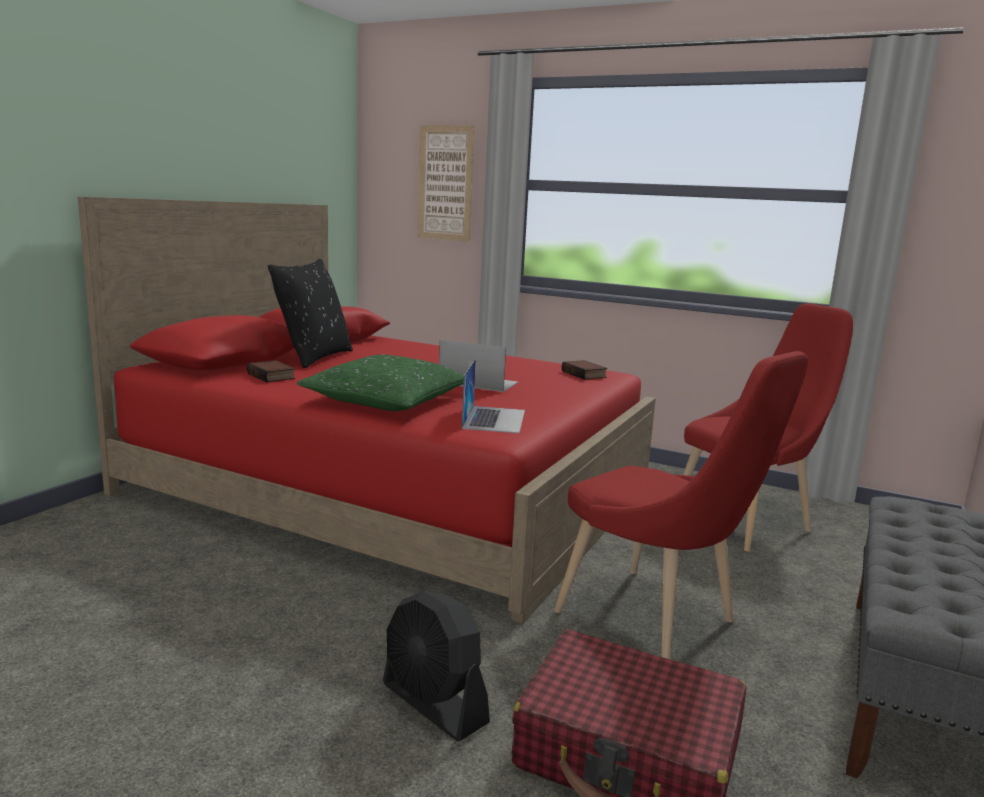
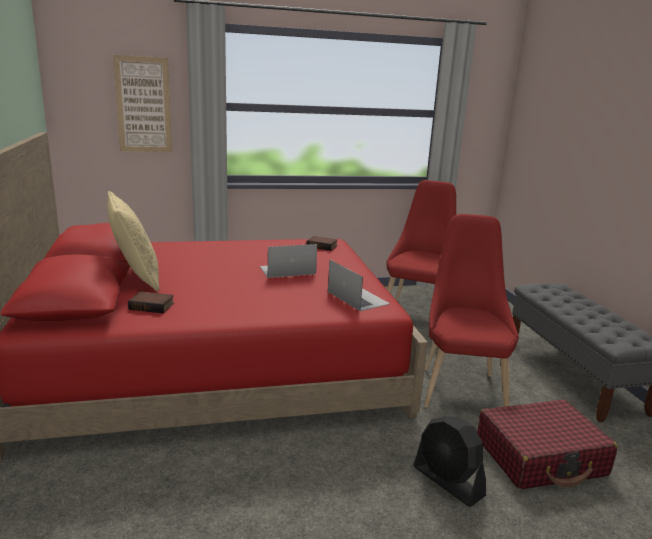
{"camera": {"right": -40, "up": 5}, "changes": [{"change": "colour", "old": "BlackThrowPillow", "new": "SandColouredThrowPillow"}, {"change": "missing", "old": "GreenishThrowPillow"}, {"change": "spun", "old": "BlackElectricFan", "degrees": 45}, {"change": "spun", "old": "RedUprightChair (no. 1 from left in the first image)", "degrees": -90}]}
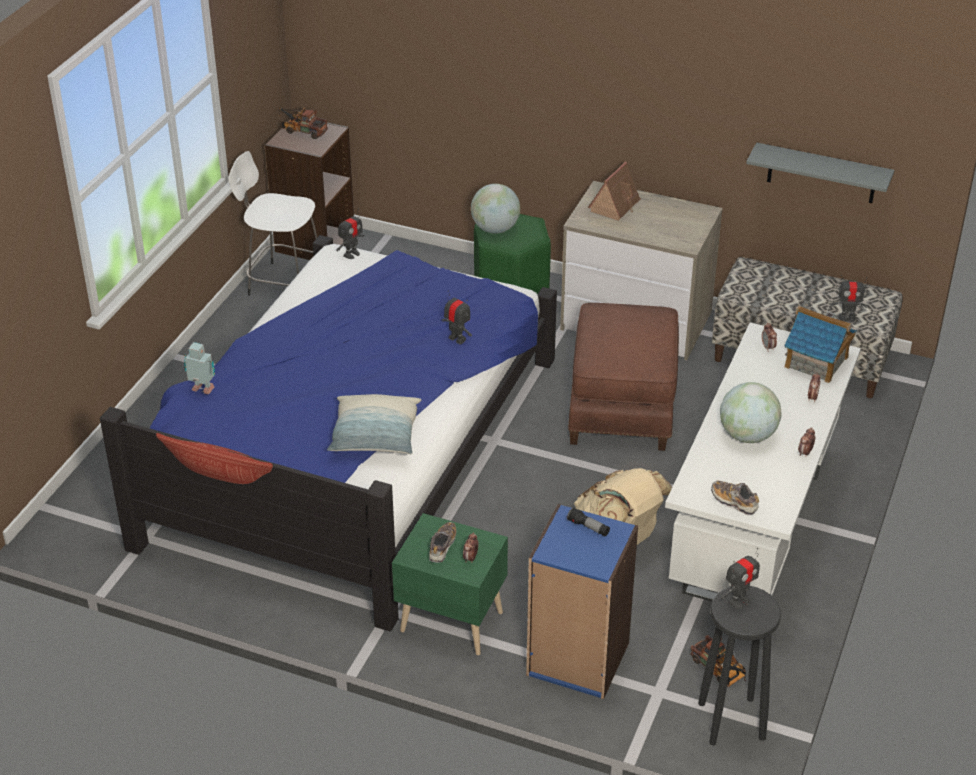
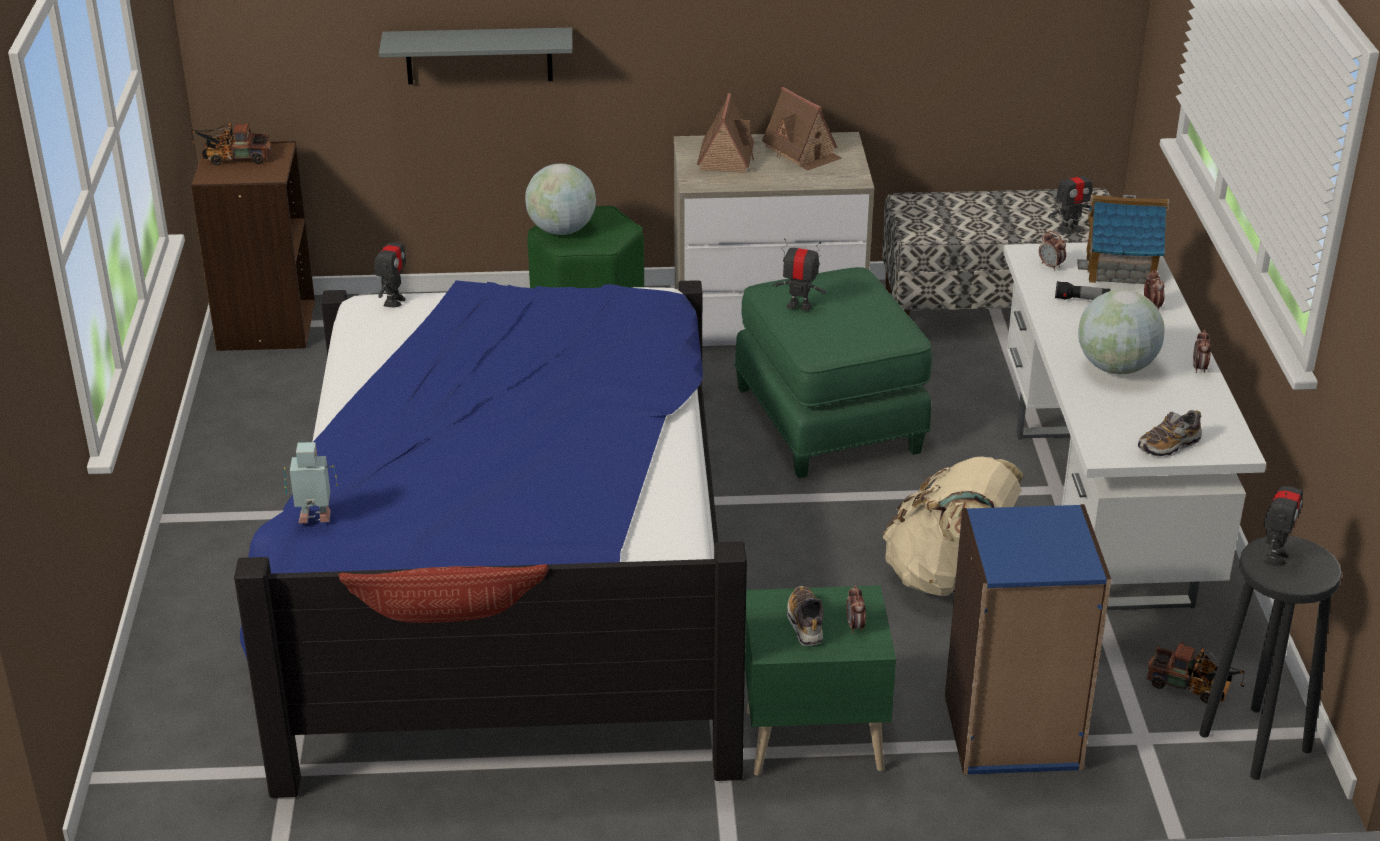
{"camera": {"right": -25, "up": -5}, "changes": [{"change": "missing", "old": "WhitishStool"}, {"change": "missing", "old": "ThrowPillow (no. 2 from left)"}, {"change": "relocated", "old": "ModelRobot (no. 3 from left)"}, {"change": "relocated", "old": "Flashlight"}, {"change": "colour", "old": "BrownOttoman", "new": "GreenishOttoman"}, {"change": "spun", "old": "ItemOfFootwear (no. 2 from left)", "degrees": -45}, {"change": "relocated", "old": "GreyShelf"}, {"change": "appeared", "new": "MiniatureHouse (no. 2 from left)"}]}
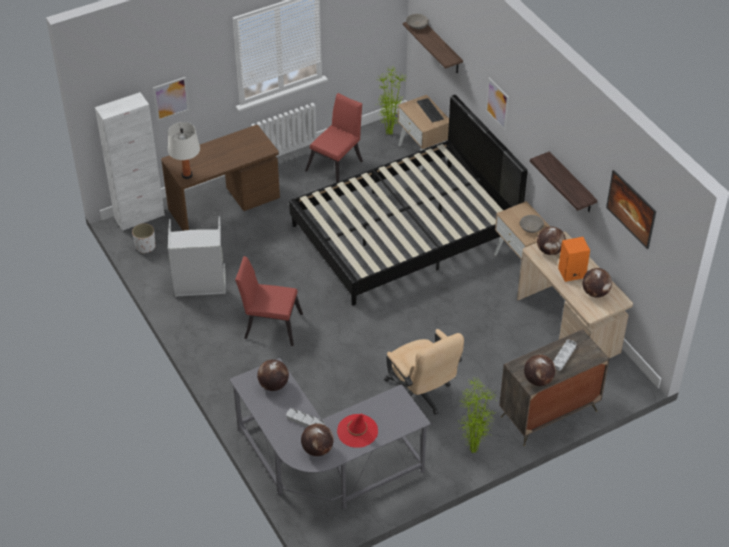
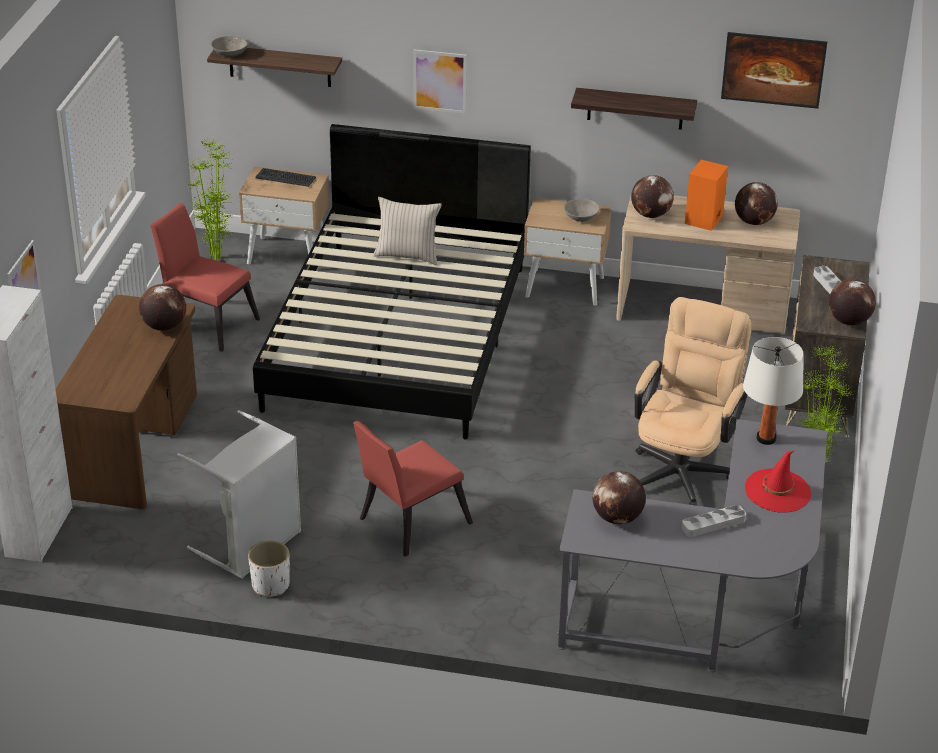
{"camera": {"right": -50, "up": -10}, "changes": [{"change": "relocated", "old": "WhitishPlanter"}, {"change": "relocated", "old": "WhitishLampForATable"}, {"change": "relocated", "old": "WorldGlobe (no. 2 from left in the first image)", "new": "WorldGlobe (no. 1 from left)"}, {"change": "spun", "old": "RedUprightChair (no. 2 from left in the first image)", "degrees": -45}, {"change": "spun", "old": "SandColouredComputerChair", "degrees": -75}, {"change": "appeared", "new": "SandColouredThrowPillow"}]}
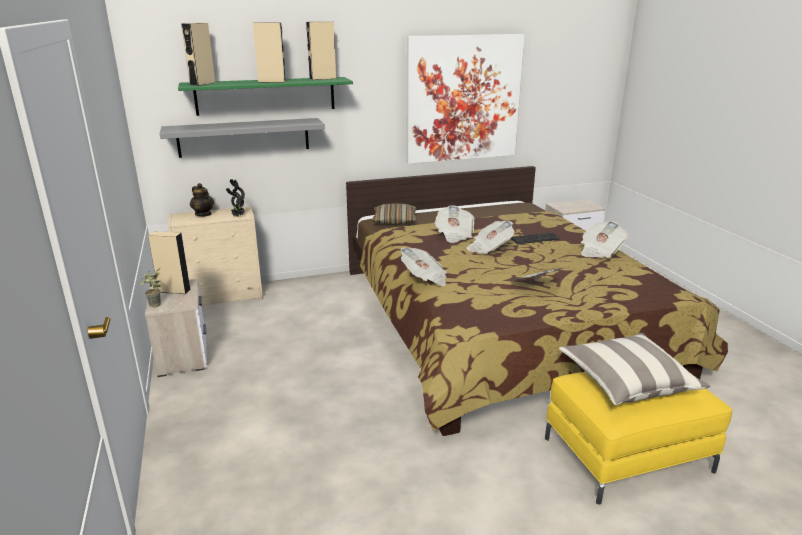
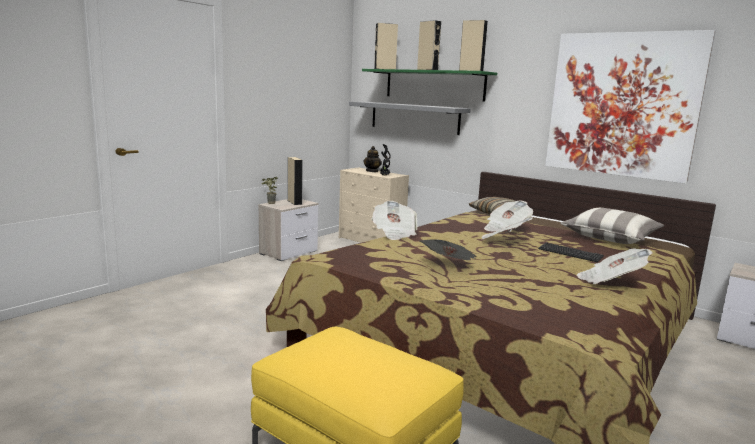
{"camera": {"right": 55, "up": -10}, "changes": [{"change": "relocated", "old": "ThrowPillow (no. 2 from left)"}]}
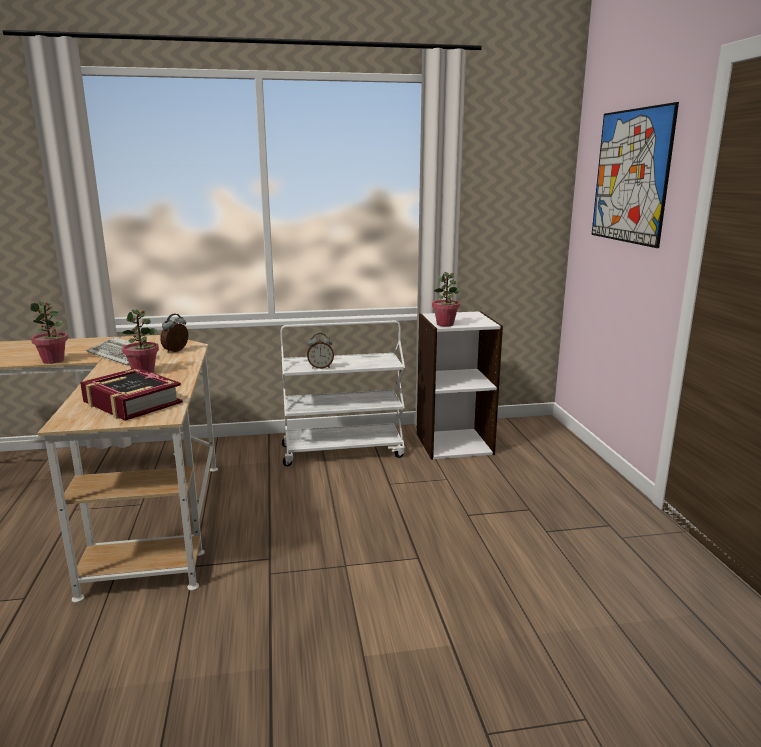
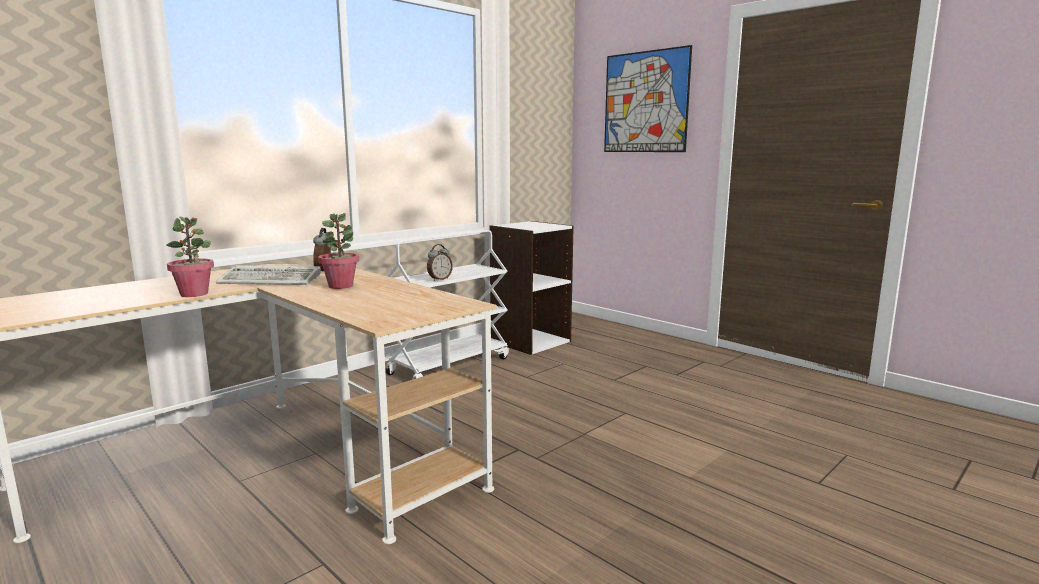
{"camera": {"right": -35, "up": -5}, "changes": [{"change": "missing", "old": "BoundBook"}, {"change": "missing", "old": "PottedPlant (no. 3 from left)"}]}
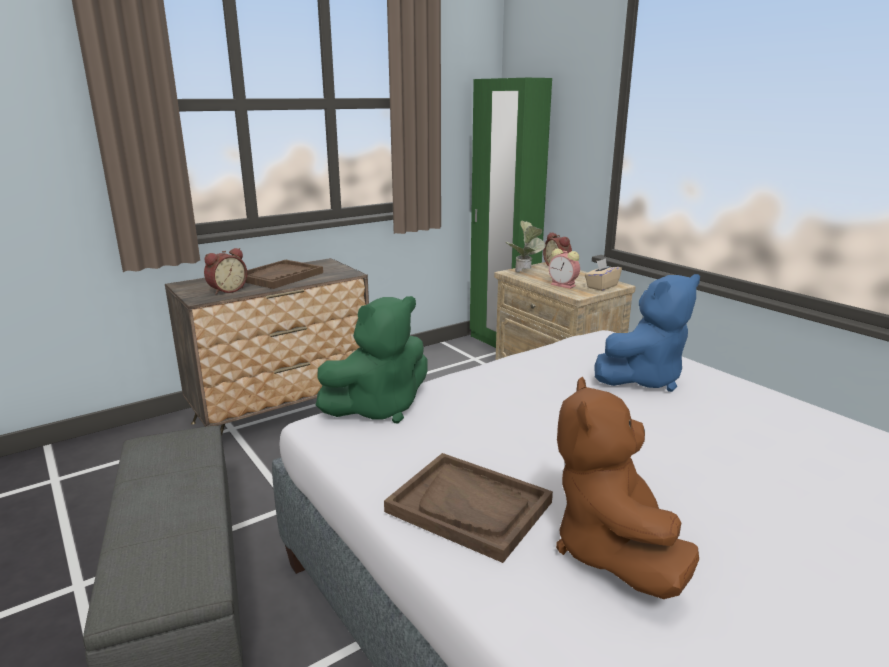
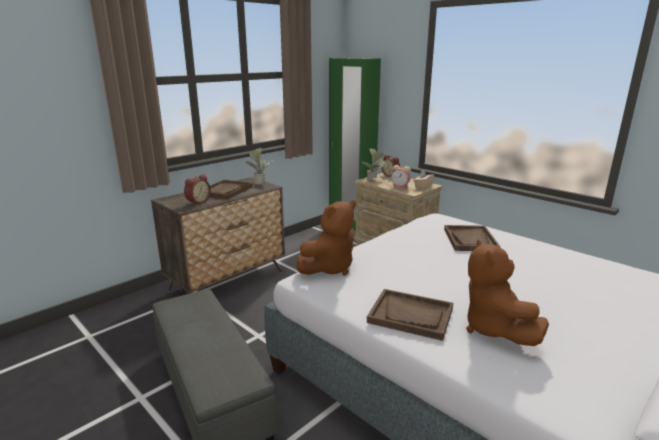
{"camera": {"right": -10, "up": 0}, "changes": [{"change": "colour", "old": "GreenishCuddlyToy", "new": "BrownCuddlyToy (no. 1 from left)"}, {"change": "exchanged", "old": "BlueColouredCuddlyToy", "new": "BrownCarryingTray (no. 3 from left)"}, {"change": "appeared", "new": "PottedPlant (no. 1 from left)"}]}
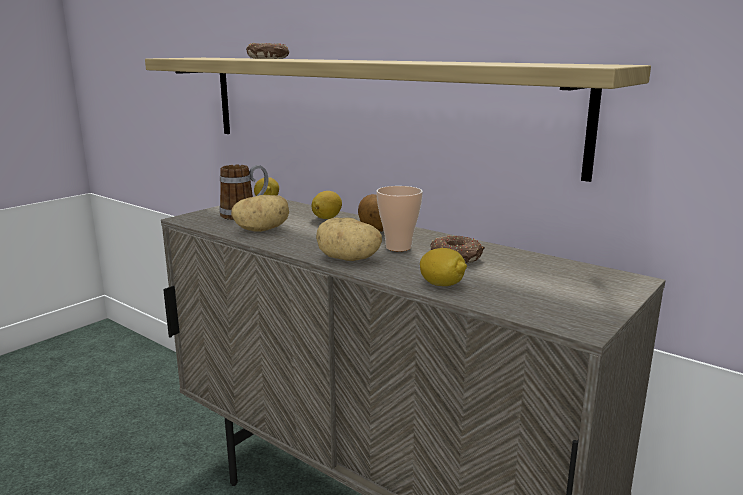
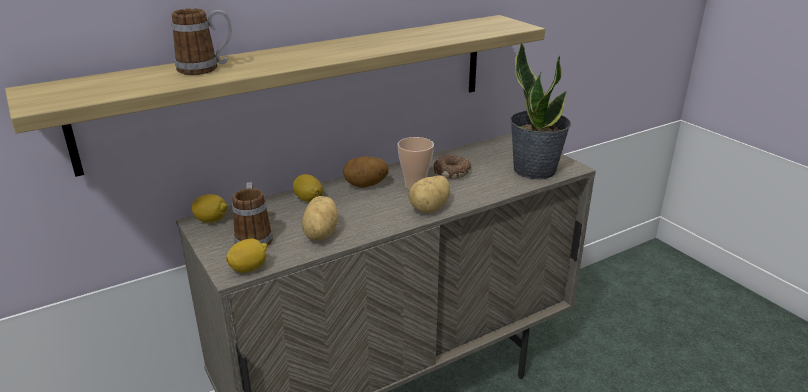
{"camera": {"right": -70, "up": 10}, "changes": [{"change": "exchanged", "old": "Donut (no. 1 from left)", "new": "CoffeeMug (no. 1 from left)"}, {"change": "relocated", "old": "Lemon (no. 3 from left in the first image)", "new": "Lemon (no. 2 from left)"}, {"change": "appeared", "new": "PottedPlant"}]}
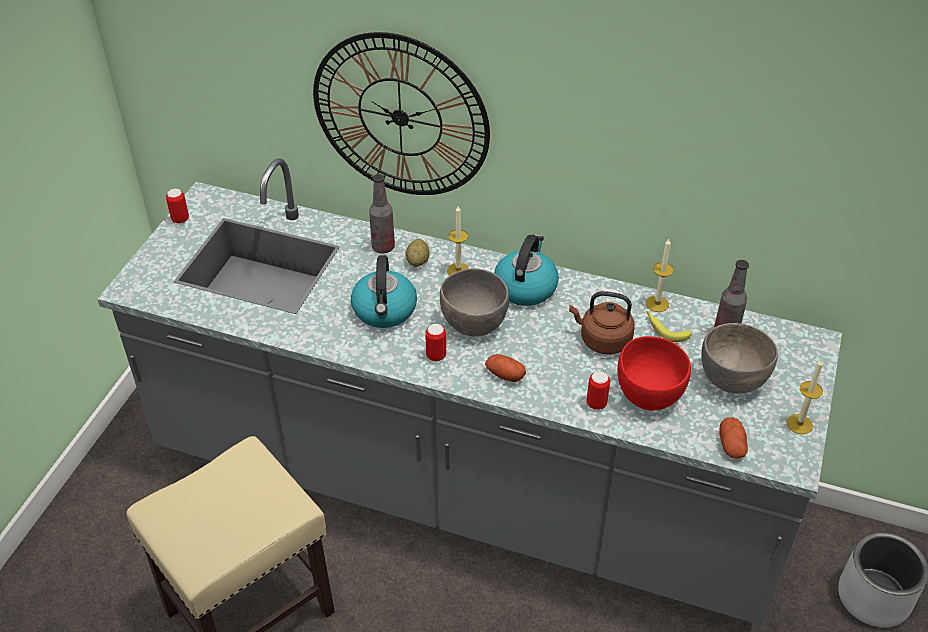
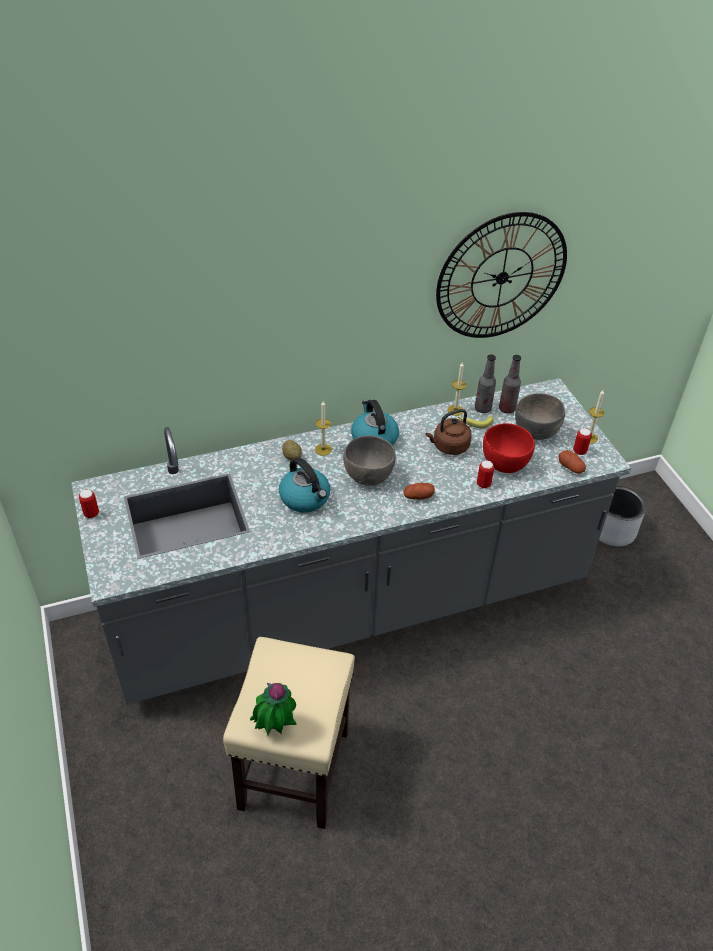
{"camera": {"right": -40, "up": 0}, "changes": [{"change": "relocated", "old": "ClockOnTheWall"}, {"change": "relocated", "old": "Bottle (no. 1 from left)"}, {"change": "relocated", "old": "Can (no. 2 from left in the first image)", "new": "Can (no. 3 from left)"}, {"change": "appeared", "new": "PottedPlant"}]}
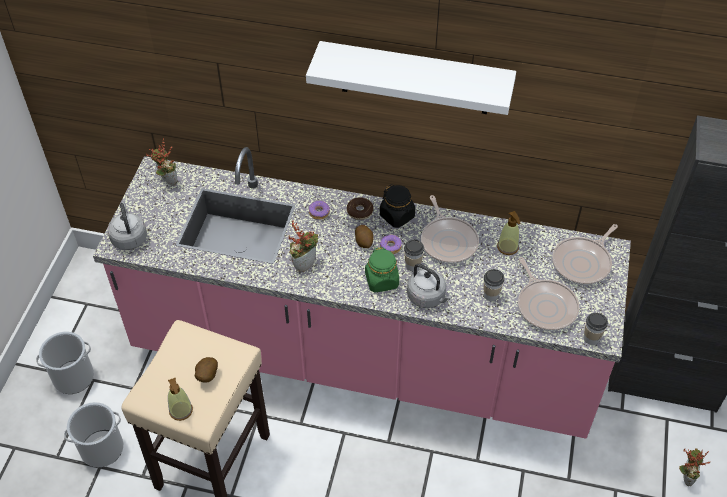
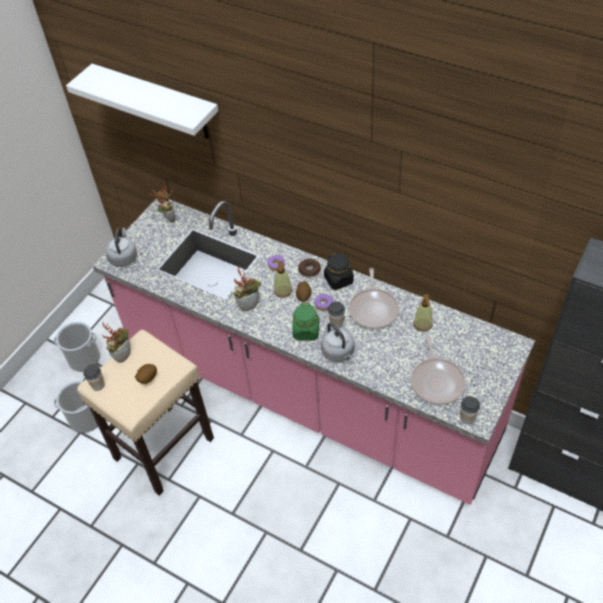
{"camera": {"right": 20, "up": 0}, "changes": [{"change": "relocated", "old": "SoapBottle (no. 1 from left)"}, {"change": "relocated", "old": "WhitishShelf"}, {"change": "relocated", "old": "Cup (no. 2 from left in the first image)", "new": "Cup (no. 1 from left)"}, {"change": "missing", "old": "Pan (no. 3 from left)"}, {"change": "relocated", "old": "PottedPlant (no. 3 from left in the first image)", "new": "PottedPlant (no. 1 from left)"}]}
